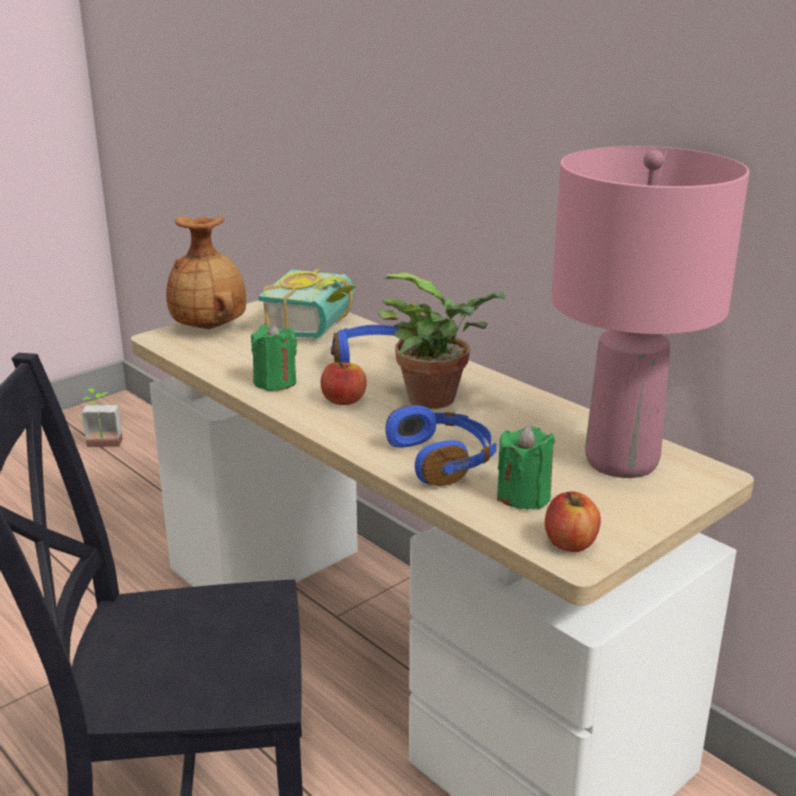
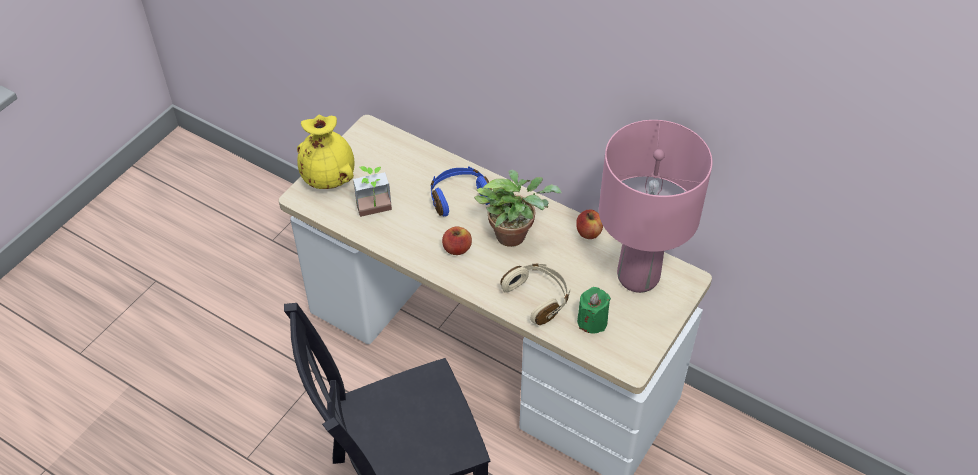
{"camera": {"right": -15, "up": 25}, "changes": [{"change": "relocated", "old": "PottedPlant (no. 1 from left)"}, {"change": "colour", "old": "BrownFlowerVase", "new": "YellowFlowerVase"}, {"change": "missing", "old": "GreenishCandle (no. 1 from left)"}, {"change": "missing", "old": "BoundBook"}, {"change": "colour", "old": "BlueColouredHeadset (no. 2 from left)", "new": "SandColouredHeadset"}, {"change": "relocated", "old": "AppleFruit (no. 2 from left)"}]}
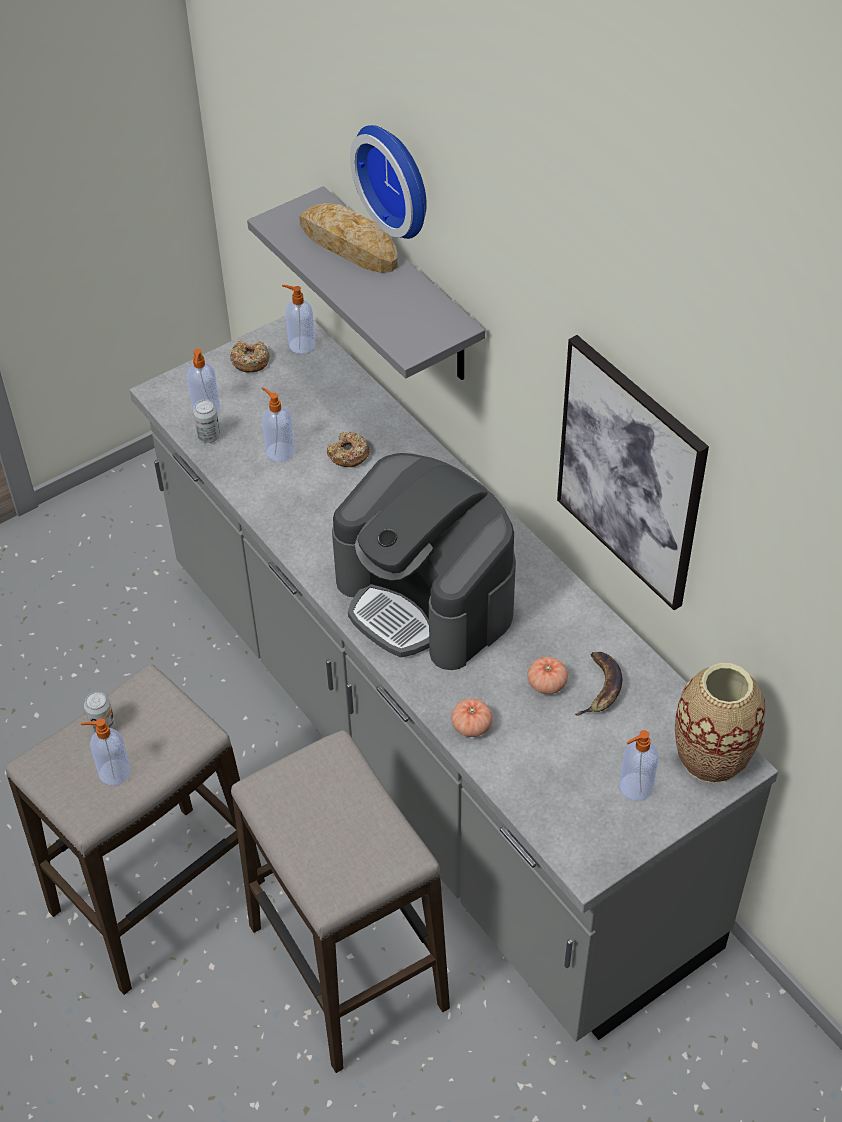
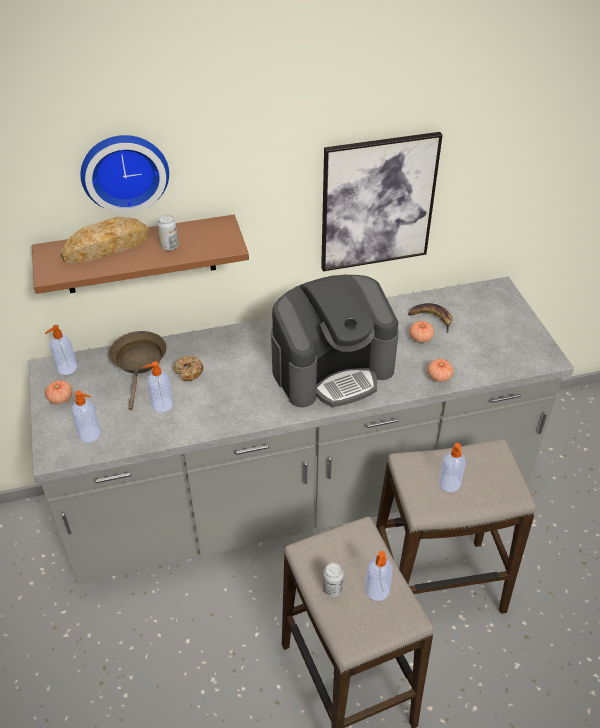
{"camera": {"right": -70, "up": -5}, "changes": [{"change": "relocated", "old": "Can (no. 2 from left in the first image)", "new": "Can (no. 1 from left)"}, {"change": "exchanged", "old": "Donut (no. 1 from left)", "new": "WholeTomato (no. 1 from left)"}, {"change": "colour", "old": "GreyShelf", "new": "BrownShelf"}, {"change": "relocated", "old": "SoapBottle (no. 5 from left)"}, {"change": "missing", "old": "FlowerVase"}, {"change": "appeared", "new": "BrownPan"}]}
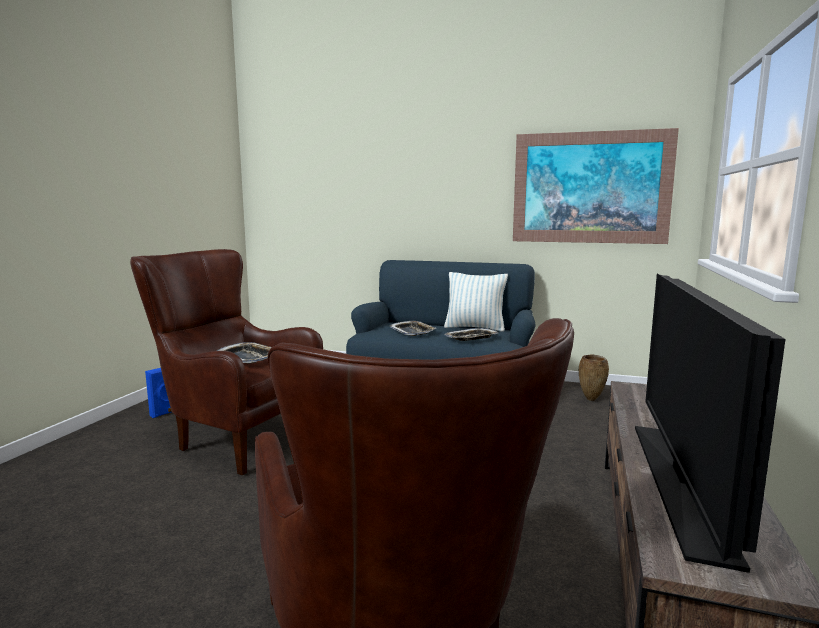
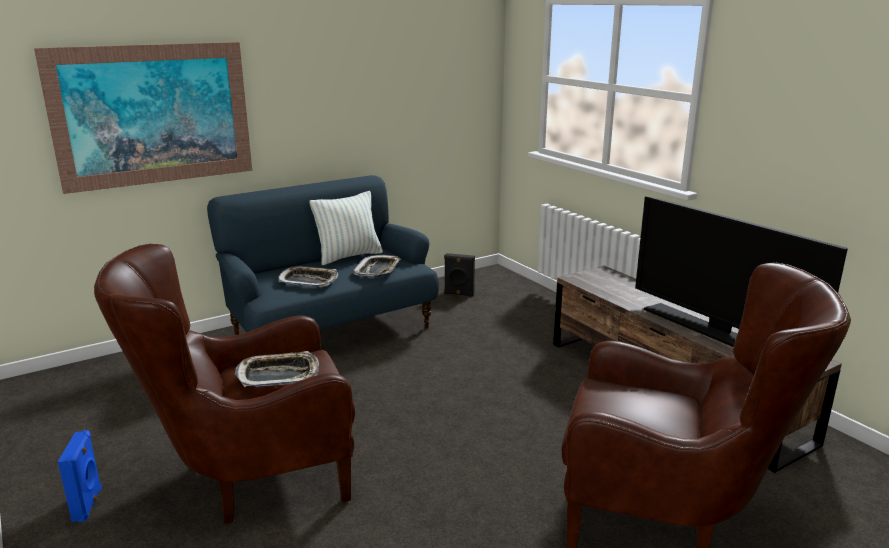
{"camera": {"right": -50, "up": 10}, "changes": [{"change": "relocated", "old": "WallPicture"}, {"change": "exchanged", "old": "BrownFlowerVase", "new": "BlackAudioSpeaker"}]}
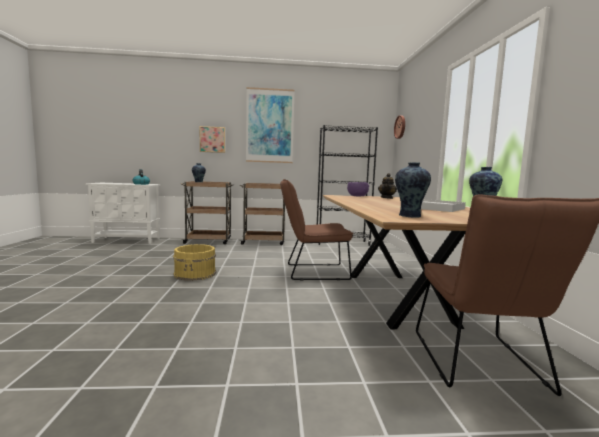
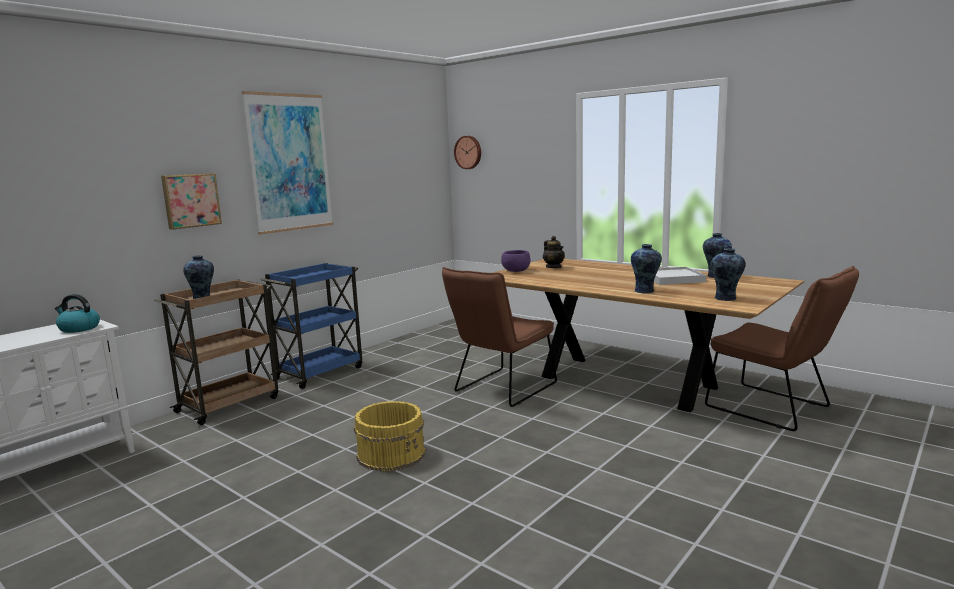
{"camera": {"right": -45, "up": 5}, "changes": [{"change": "colour", "old": "BrownWheeledCart (no. 2 from left)", "new": "BlueColouredWheeledCart"}, {"change": "missing", "old": "BlackBookcase"}, {"change": "appeared", "new": "FlowerVase (no. 2 from left)"}]}
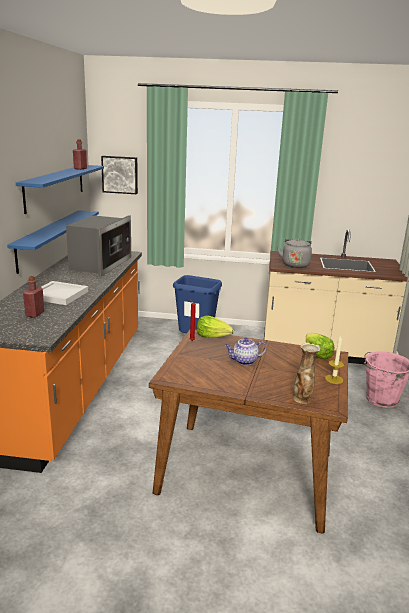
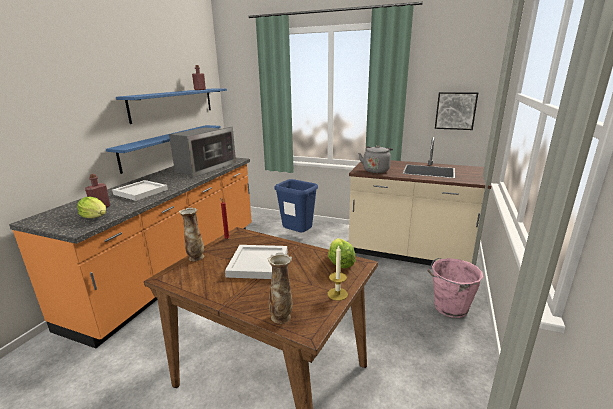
{"camera": {"right": 15, "up": 0}, "changes": [{"change": "relocated", "old": "WallPicture"}, {"change": "relocated", "old": "Lettuce (no. 1 from left)"}, {"change": "exchanged", "old": "Teapot", "new": "WhitishCarryingTray (no. 2 from left)"}, {"change": "appeared", "new": "FlowerVase (no. 1 from left)"}]}
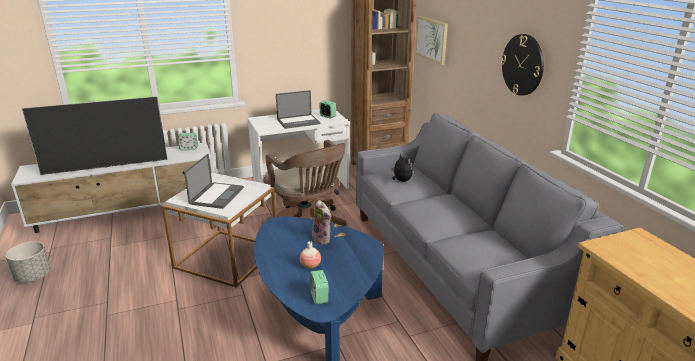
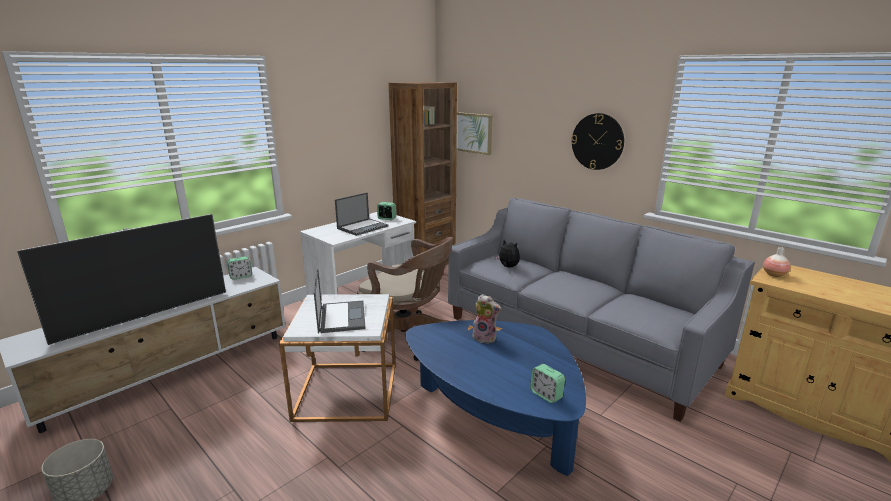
{"camera": {"right": -25, "up": -5}, "changes": [{"change": "relocated", "old": "FlowerVase"}]}
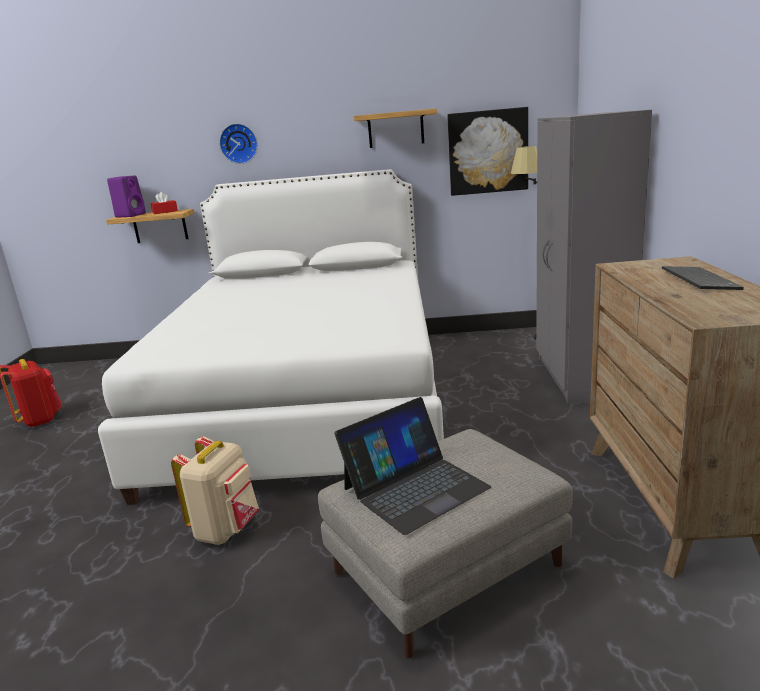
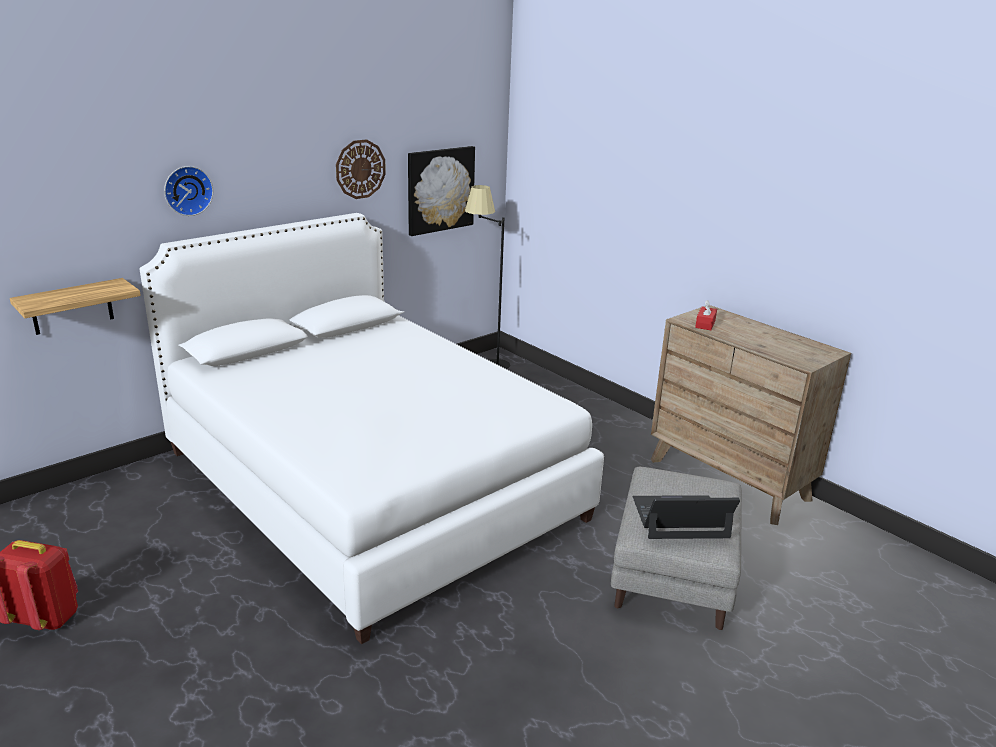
{"camera": {"right": -45, "up": 5}, "changes": [{"change": "missing", "old": "PurpleColouredAudioSpeaker"}, {"change": "relocated", "old": "RedTissueHolder"}, {"change": "missing", "old": "SandColouredKnapsack"}, {"change": "spun", "old": "PortableComputer", "degrees": -105}, {"change": "exchanged", "old": "Shelf (no. 2 from left)", "new": "ClockOnTheWall (no. 2 from left)"}, {"change": "missing", "old": "GreyArmoire"}, {"change": "missing", "old": "ComputerKeyboard"}]}
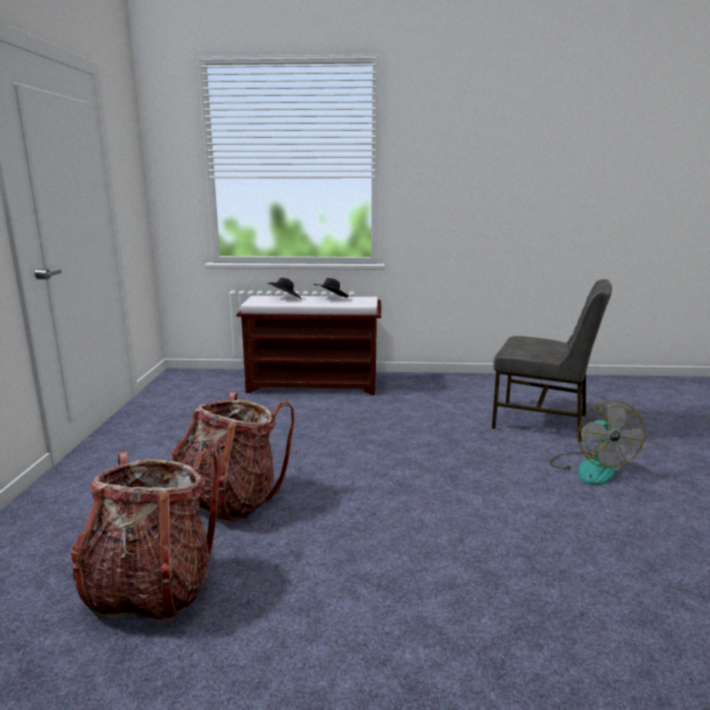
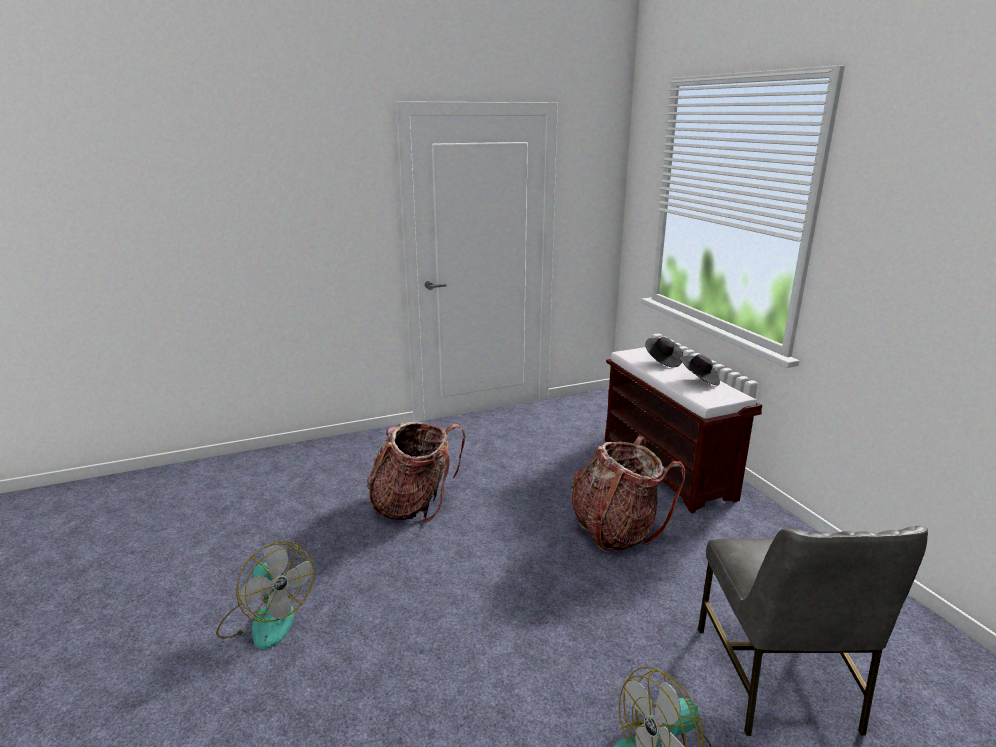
{"camera": {"right": 65, "up": 5}, "changes": [{"change": "relocated", "old": "Knapsack (no. 1 from left in the first image)", "new": "Knapsack (no. 2 from left)"}, {"change": "appeared", "new": "ElectricFan (no. 1 from left)"}]}
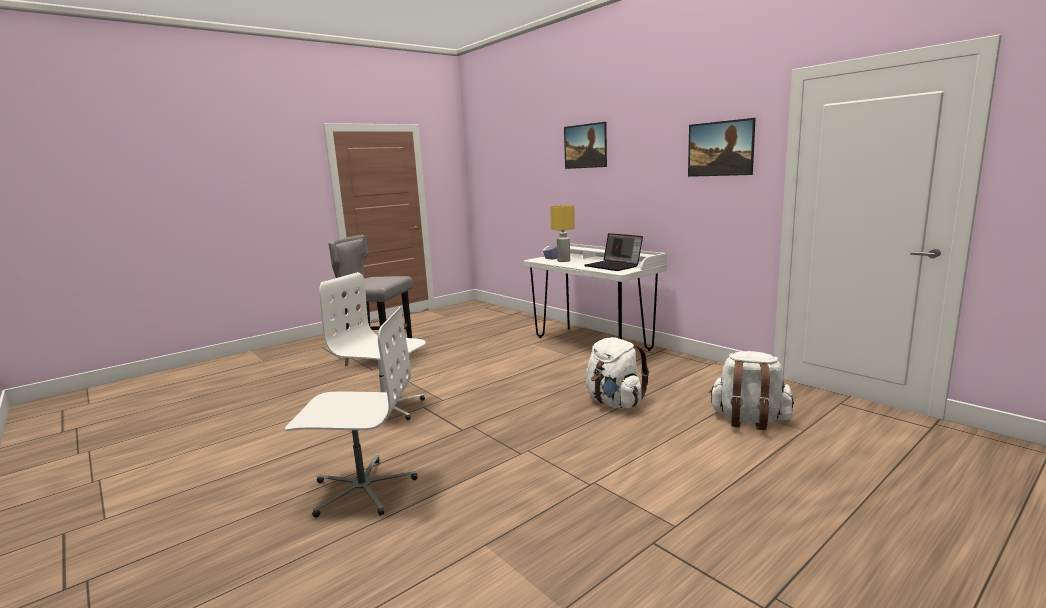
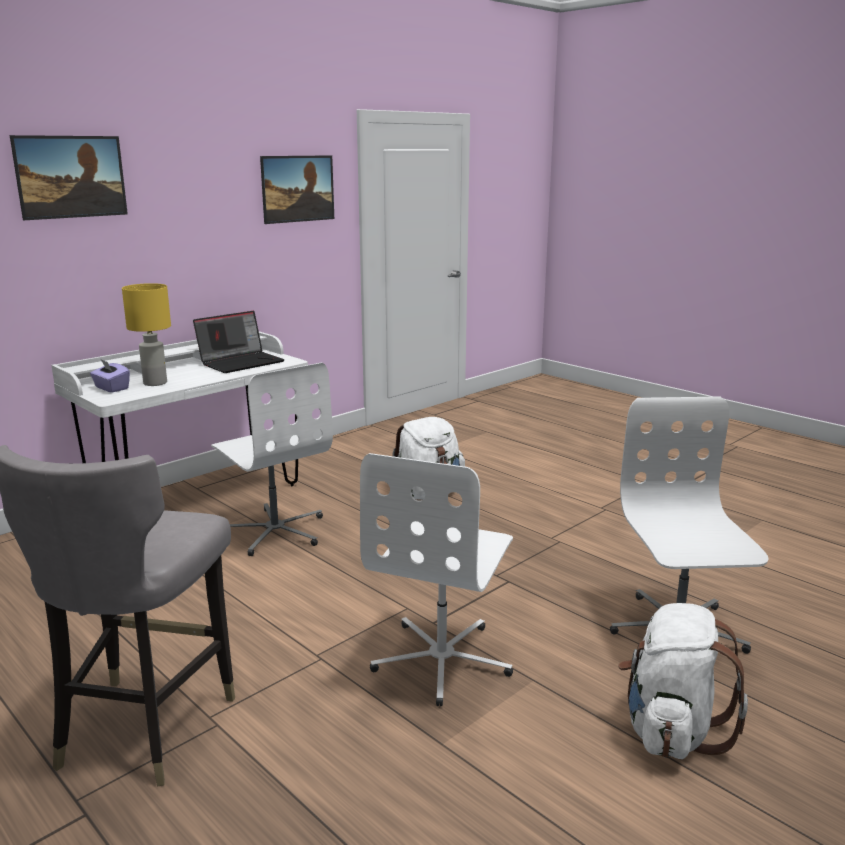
{"camera": {"right": -95, "up": 5}, "changes": [{"change": "relocated", "old": "WhitishKnapsack (no. 2 from left)"}, {"change": "appeared", "new": "WhitishComputerChair (no. 1 from left)"}]}
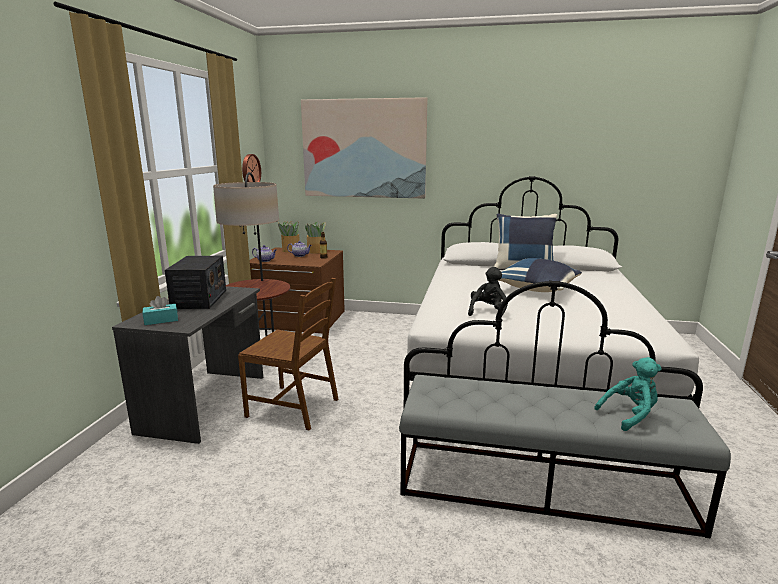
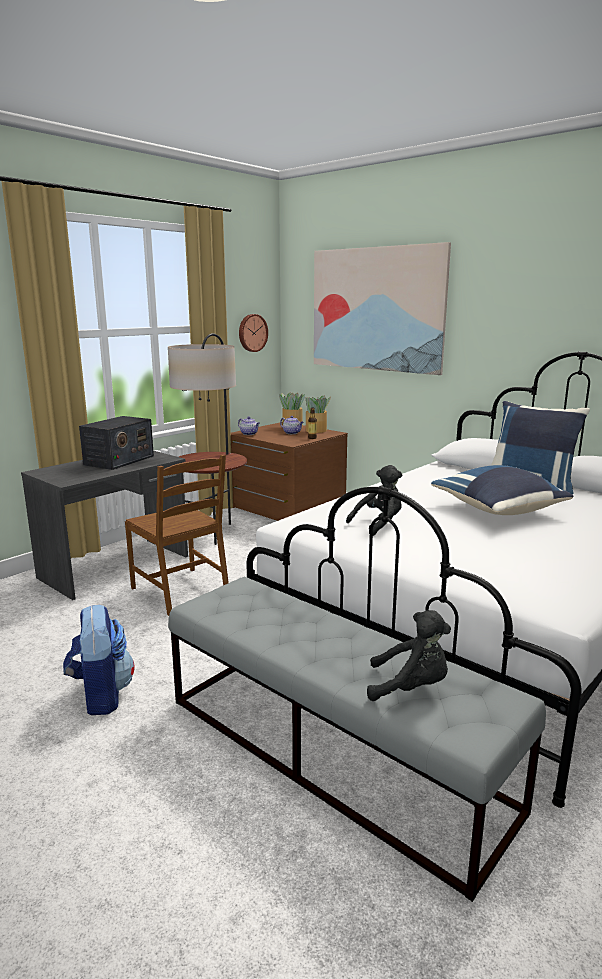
{"camera": {"right": 30, "up": 0}, "changes": [{"change": "missing", "old": "TurquoiseColouredTissueHolder"}, {"change": "colour", "old": "TurquoiseColouredCuddlyToy", "new": "BlackCuddlyToy (no. 2 from left)"}, {"change": "appeared", "new": "Knapsack"}]}
